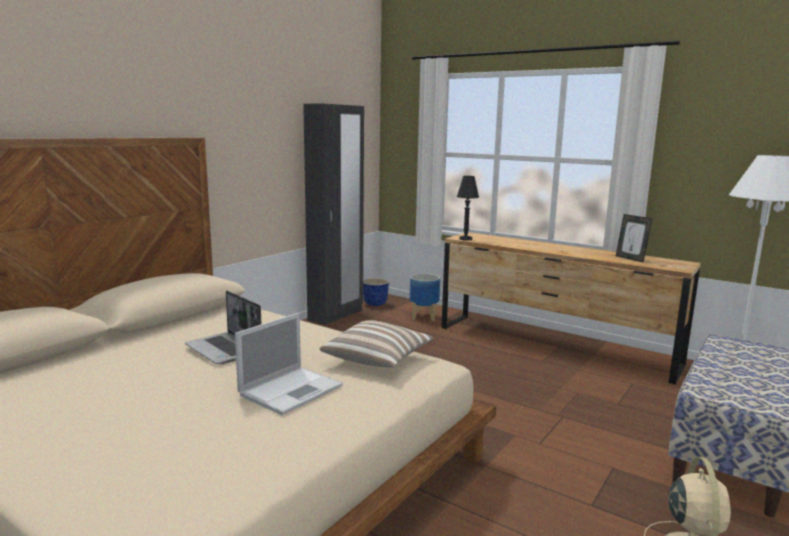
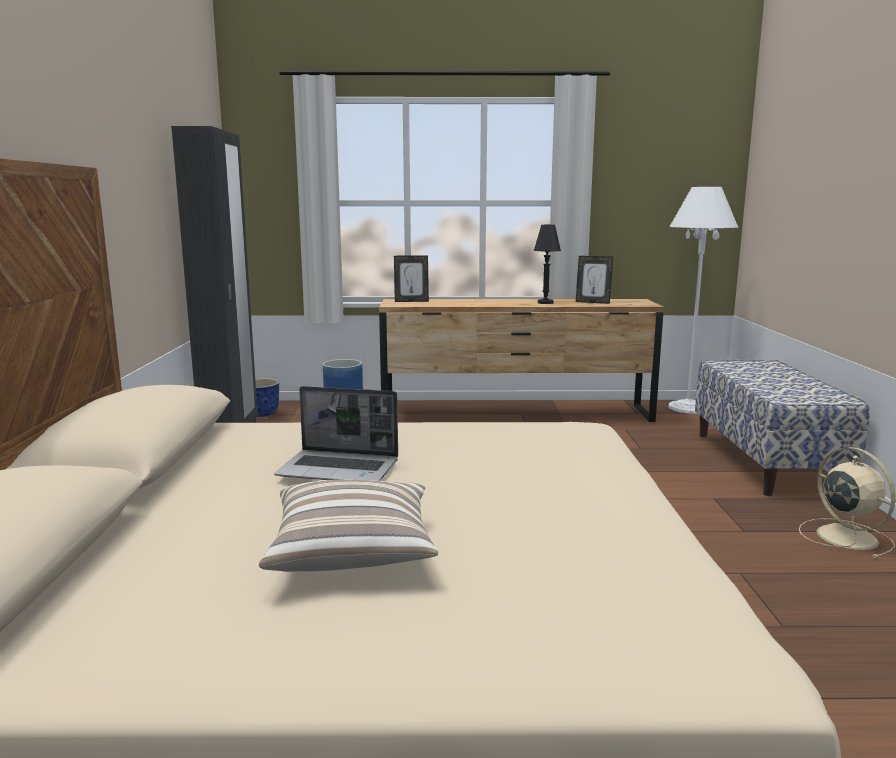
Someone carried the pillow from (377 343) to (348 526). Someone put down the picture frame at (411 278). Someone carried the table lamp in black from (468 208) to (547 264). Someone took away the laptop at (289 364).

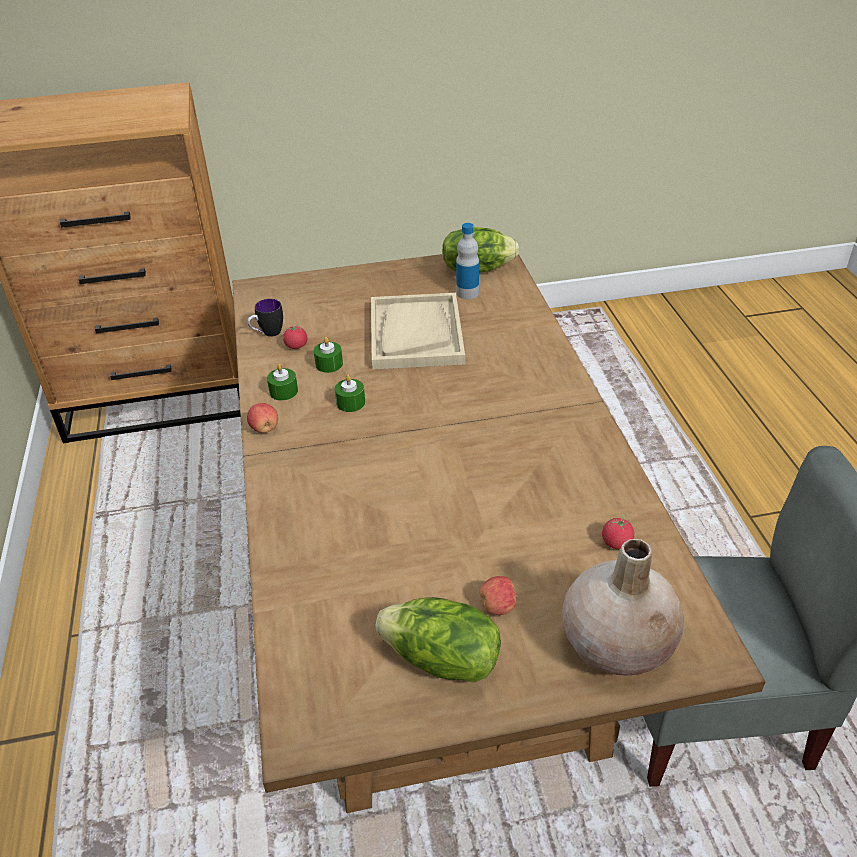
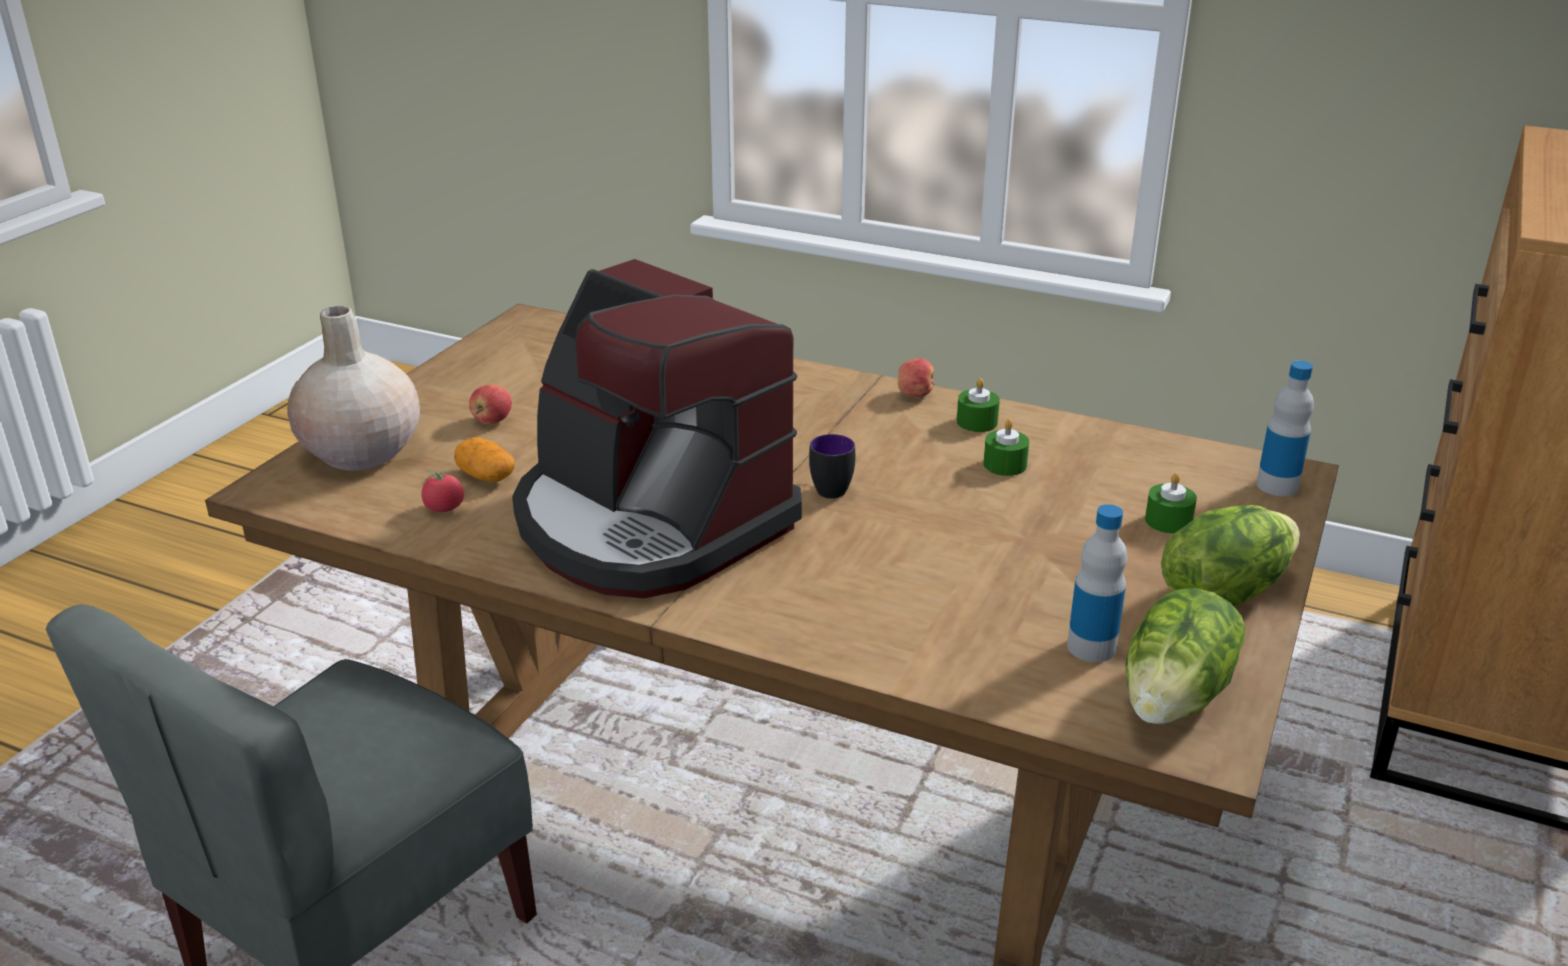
Someone put down the potato at (484 459). Someone put down the coffee machine at (657 429). Someone carried the mug from (265 318) to (832 466). Someone carried the candle in green from (350 393) to (1171 503). Someone carried the lettuce from (438 640) to (1230 555). Someone put down the bottle at (1285 428). Someone took away the tomato at (295 336). Someone took away the tray in beige at (418 331).

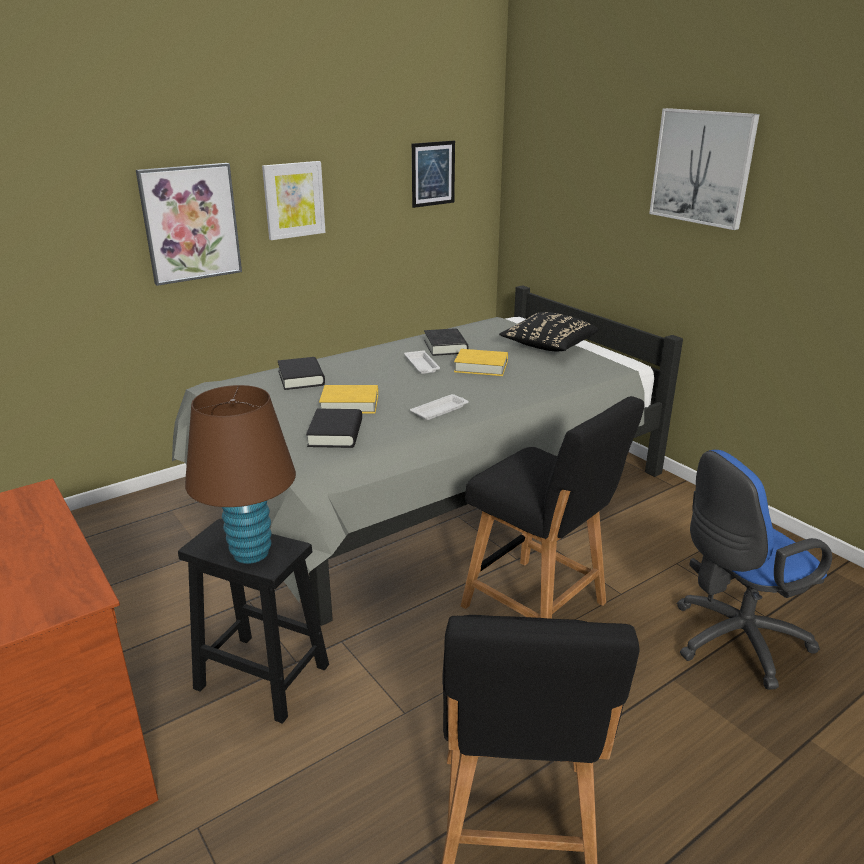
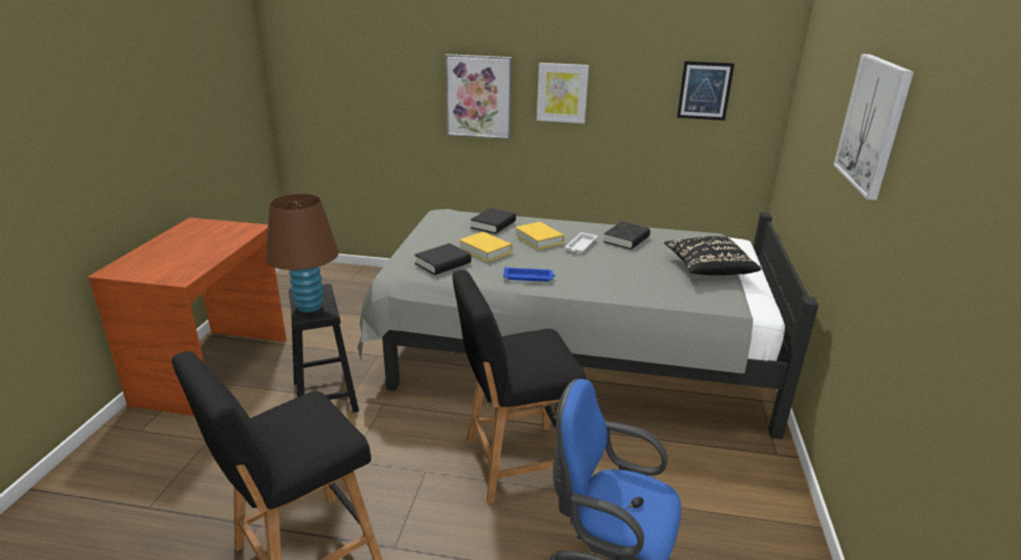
Someone rotated the chair in black at (553 507) by 75 degrees clockwise. Someone repainted the tray in white at (439 407), which became the tray in blue at (529 274). Someone carried the book in yellow from (481 362) to (540 236).

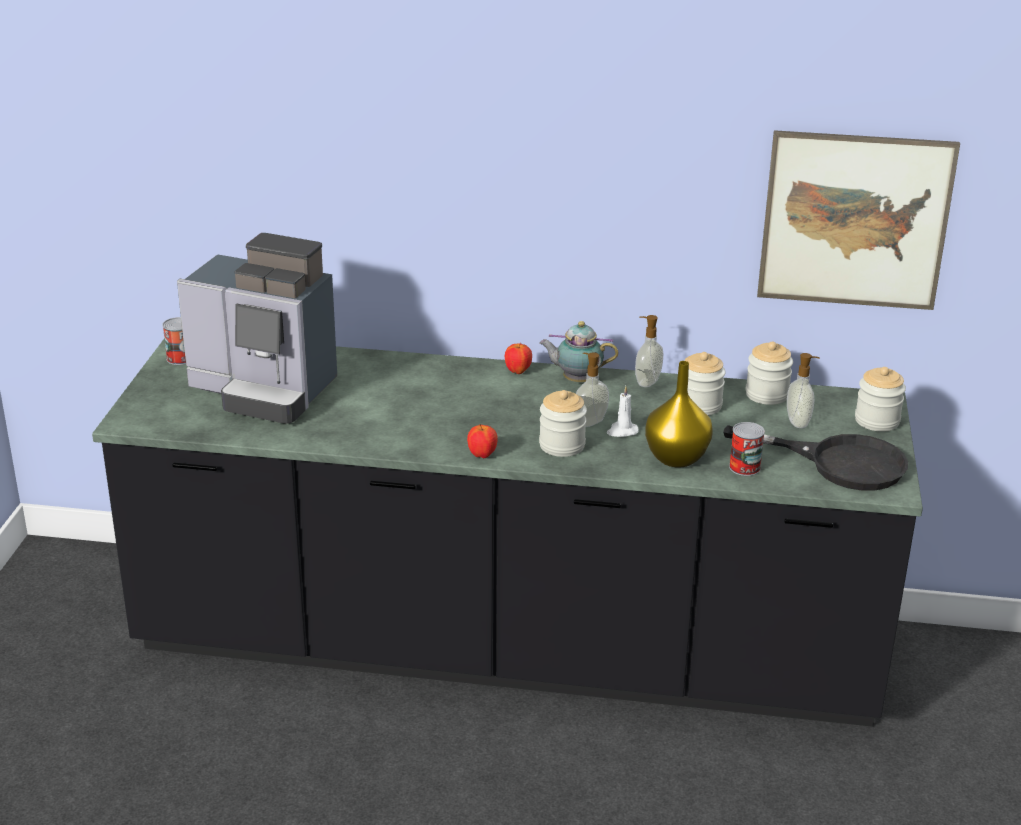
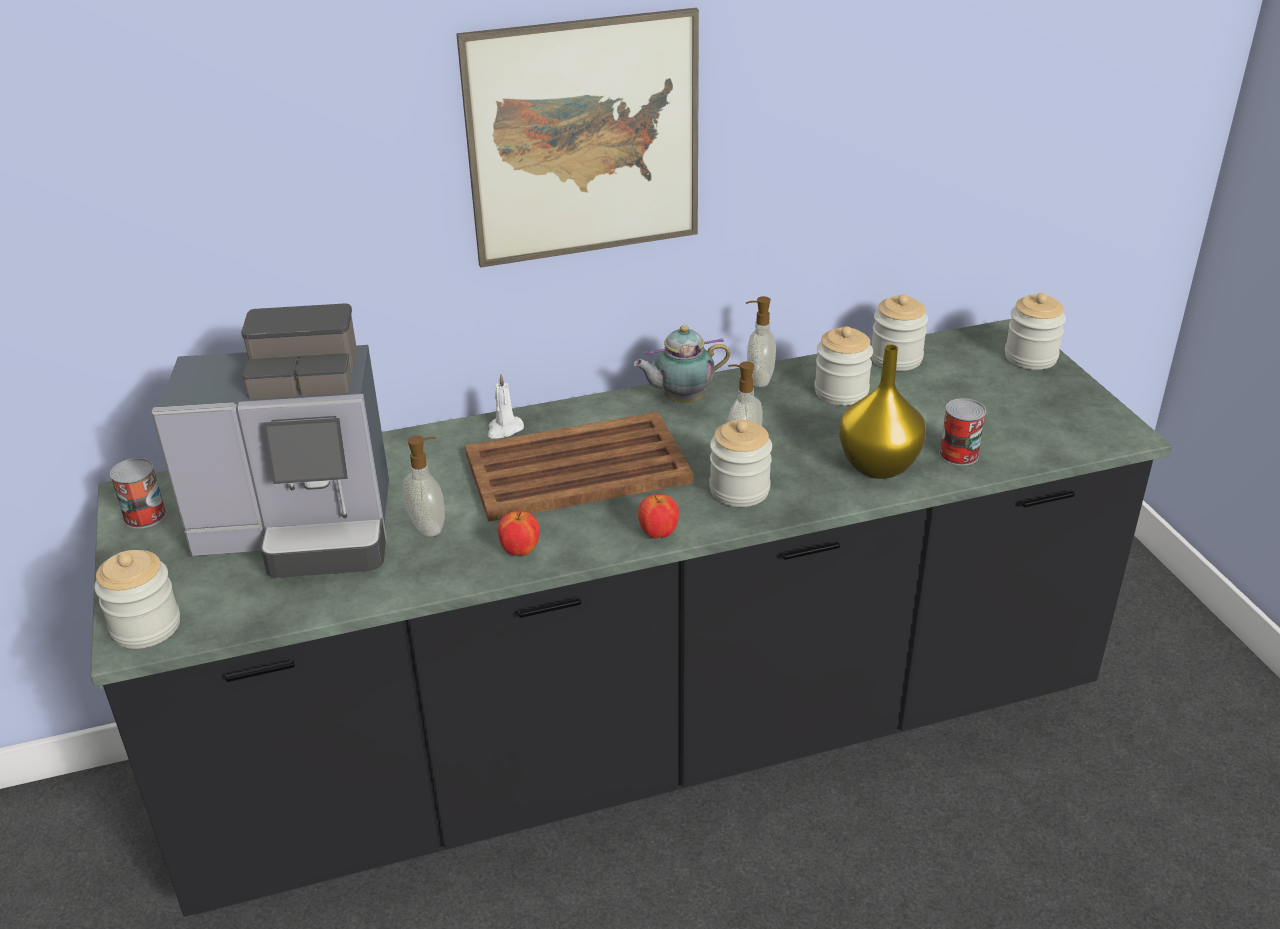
Someone put down the jar at (137 599). Someone carried the soap dispenser from (803 390) to (424 486). Someone carried the picture from (858 220) to (577 138). Someone put down the tray in brown at (579 467). Someone carried the candle in white from (623 411) to (505 406). Someone carried the apple from (518 358) to (518 533). Someone took away the frying pan in black at (815 458).

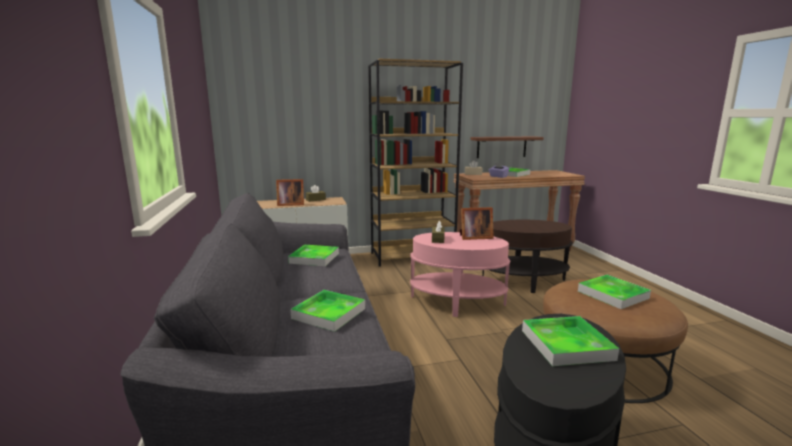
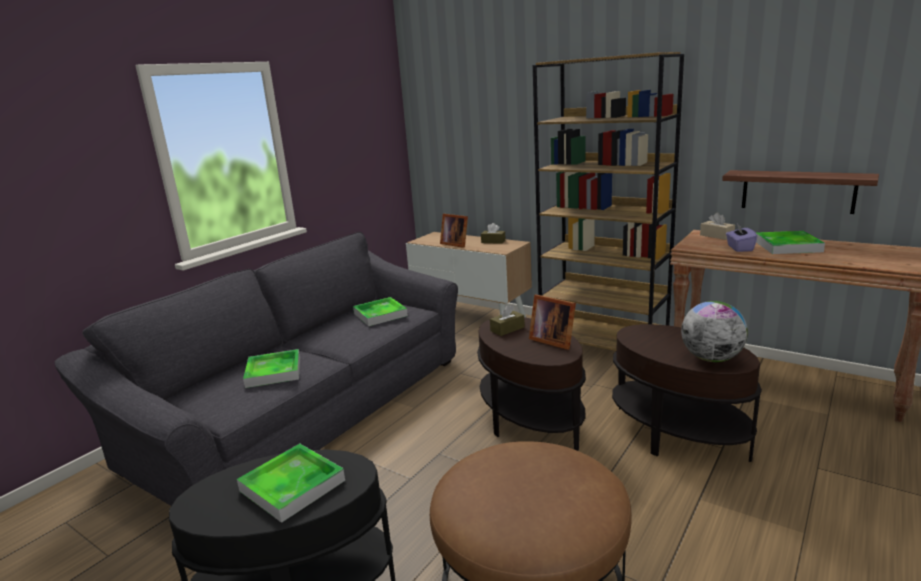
Someone repainted the side table in pink at (460 274), which became the side table in brown at (531 384). Someone put down the globe at (714 331). Someone took away the tray at (614 292).

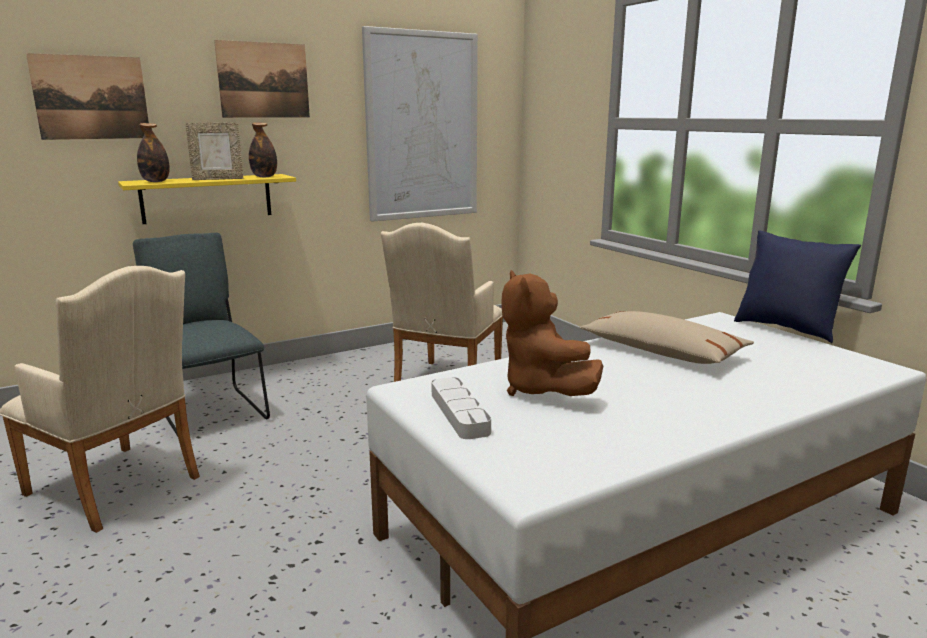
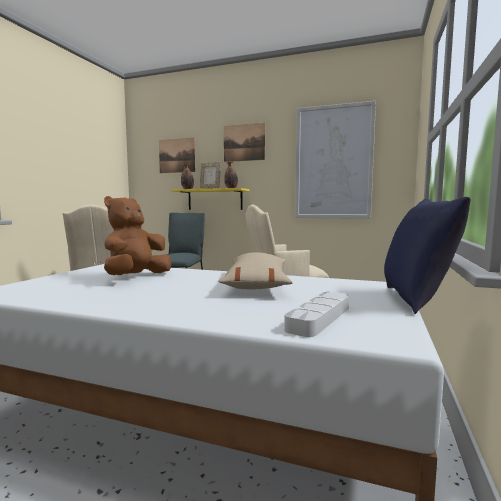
Someone carried the tray in grey from (461 408) to (316 314).

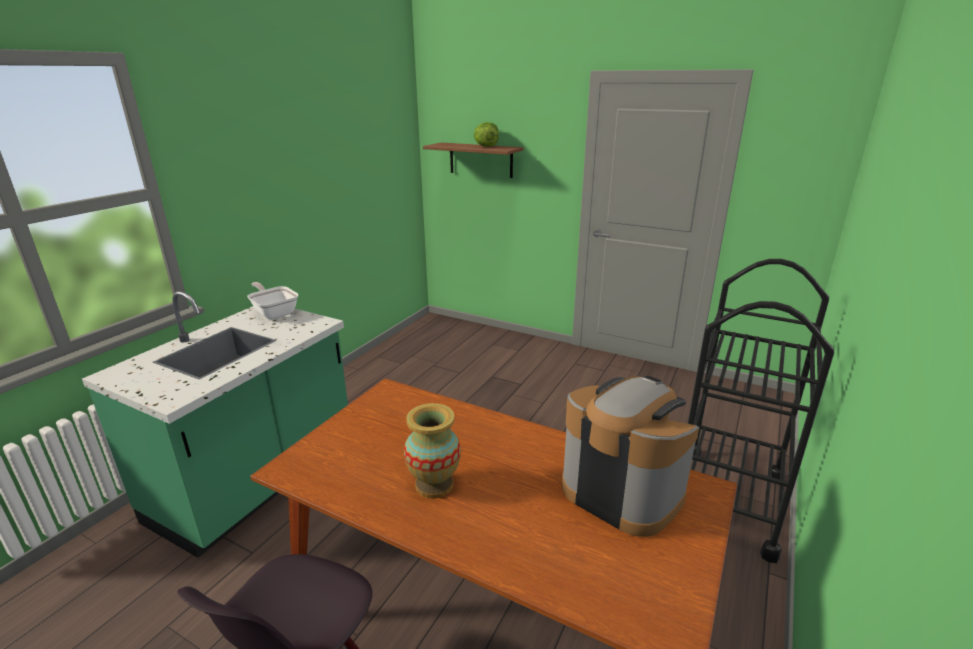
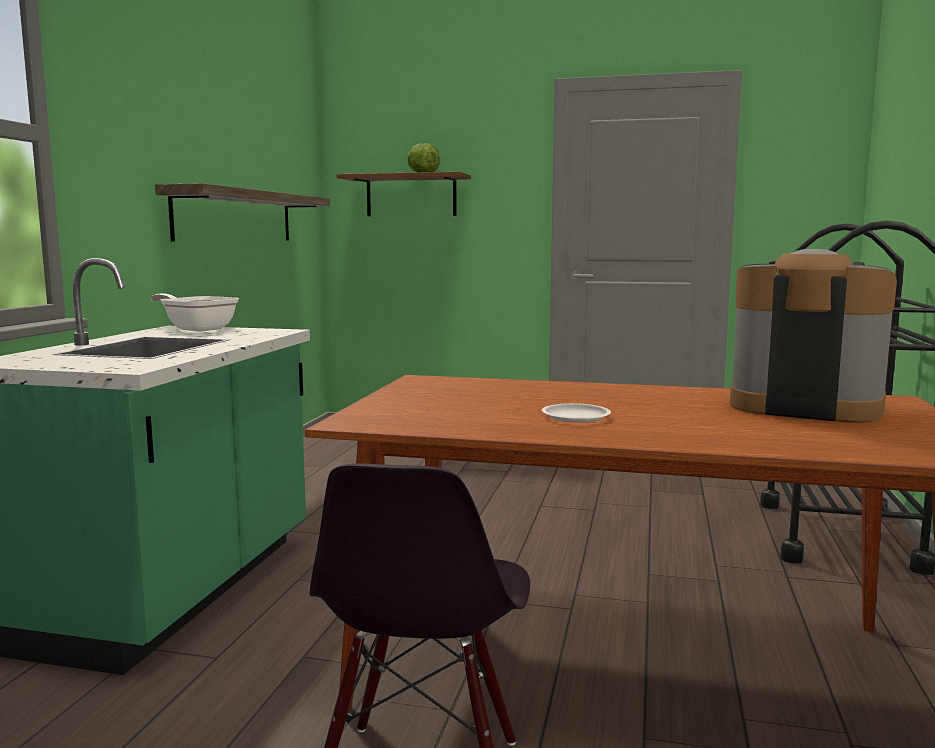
Someone put up the shelf at (242 212). Someone swapped the vase at (432 451) for the plate in white at (576 413).

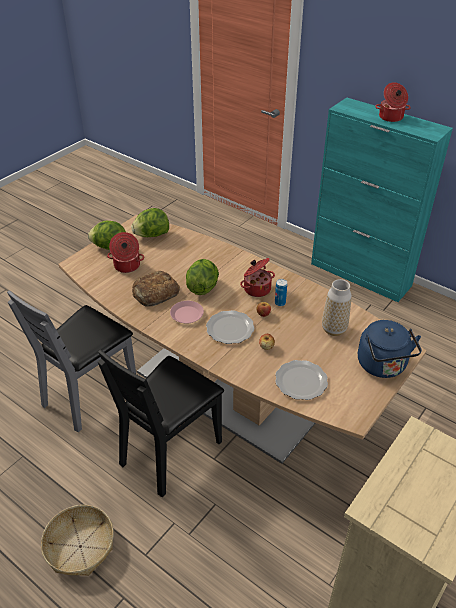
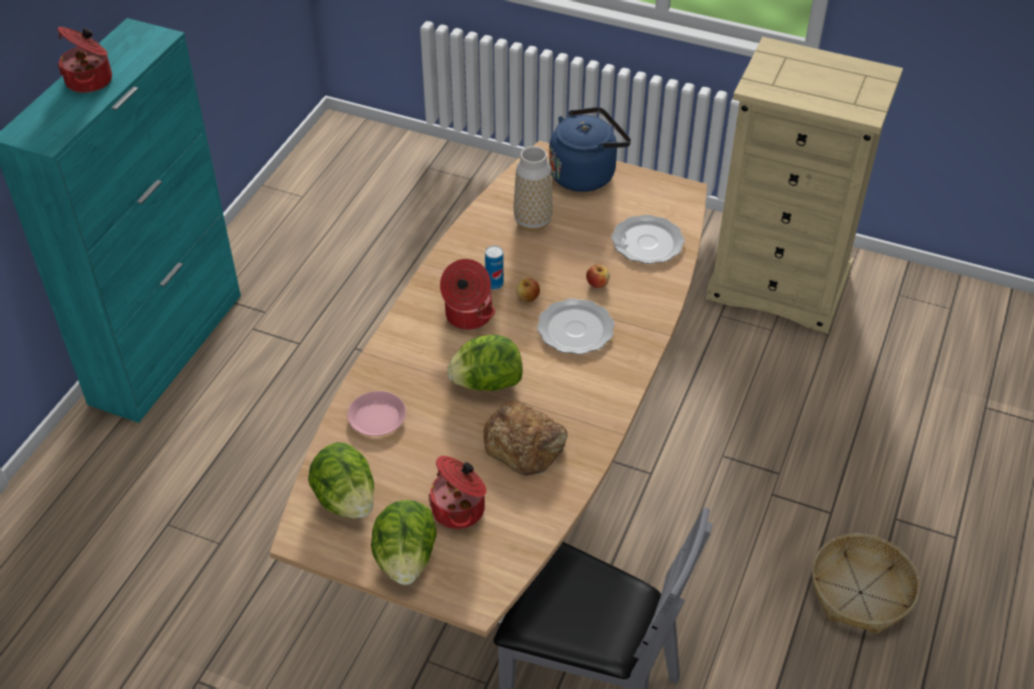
Someone carried the plate in pink from (187 312) to (376 413). Someone took away the chair in black at (161 423).

